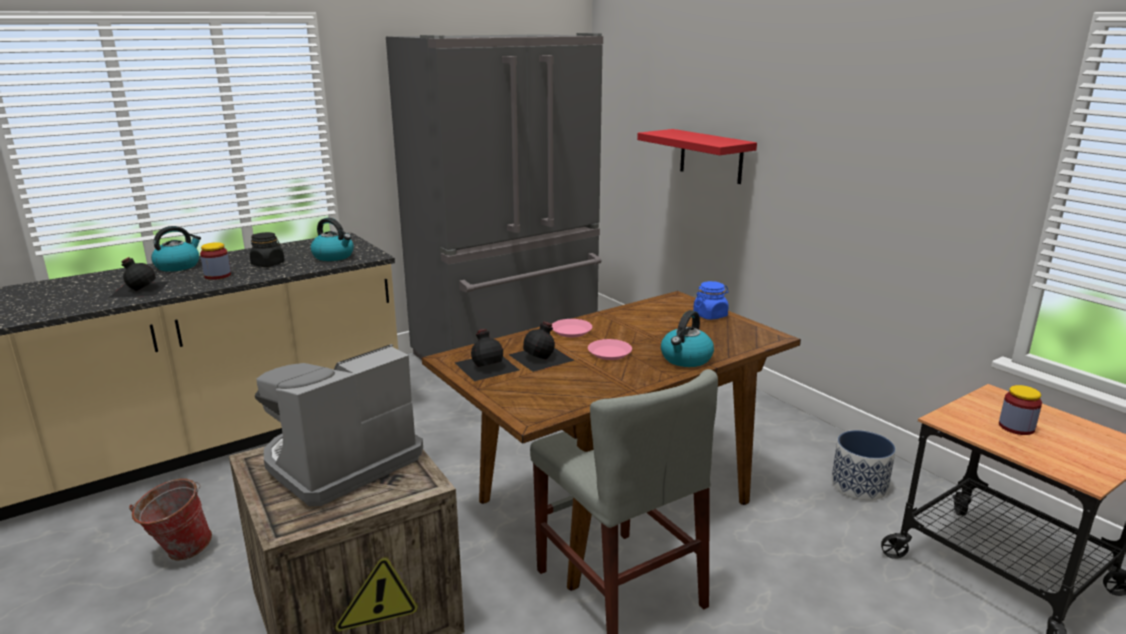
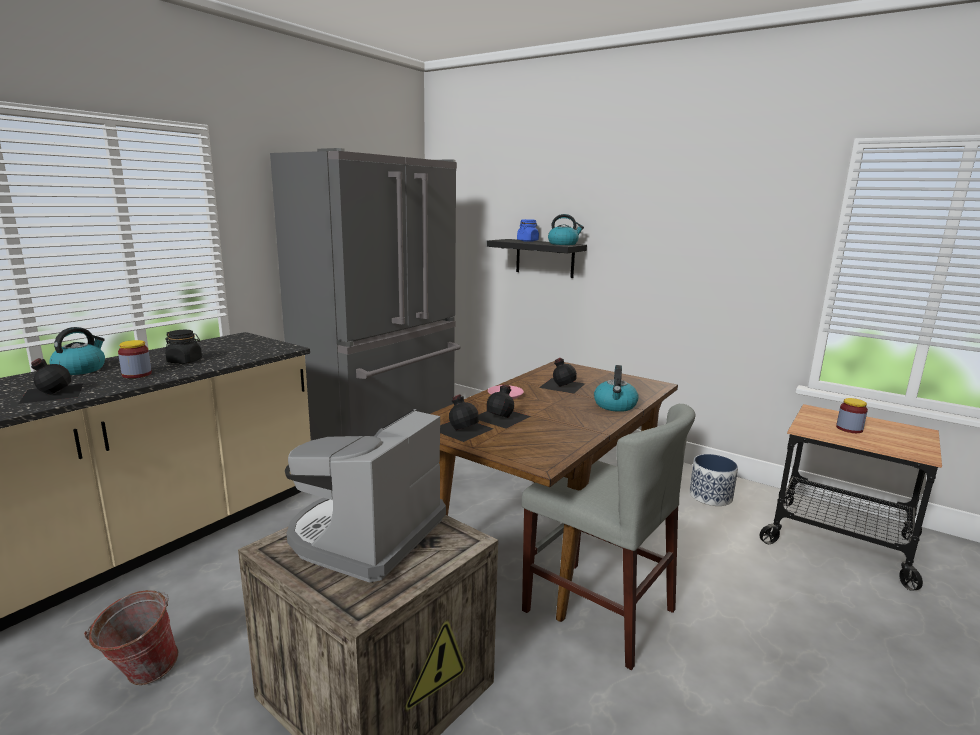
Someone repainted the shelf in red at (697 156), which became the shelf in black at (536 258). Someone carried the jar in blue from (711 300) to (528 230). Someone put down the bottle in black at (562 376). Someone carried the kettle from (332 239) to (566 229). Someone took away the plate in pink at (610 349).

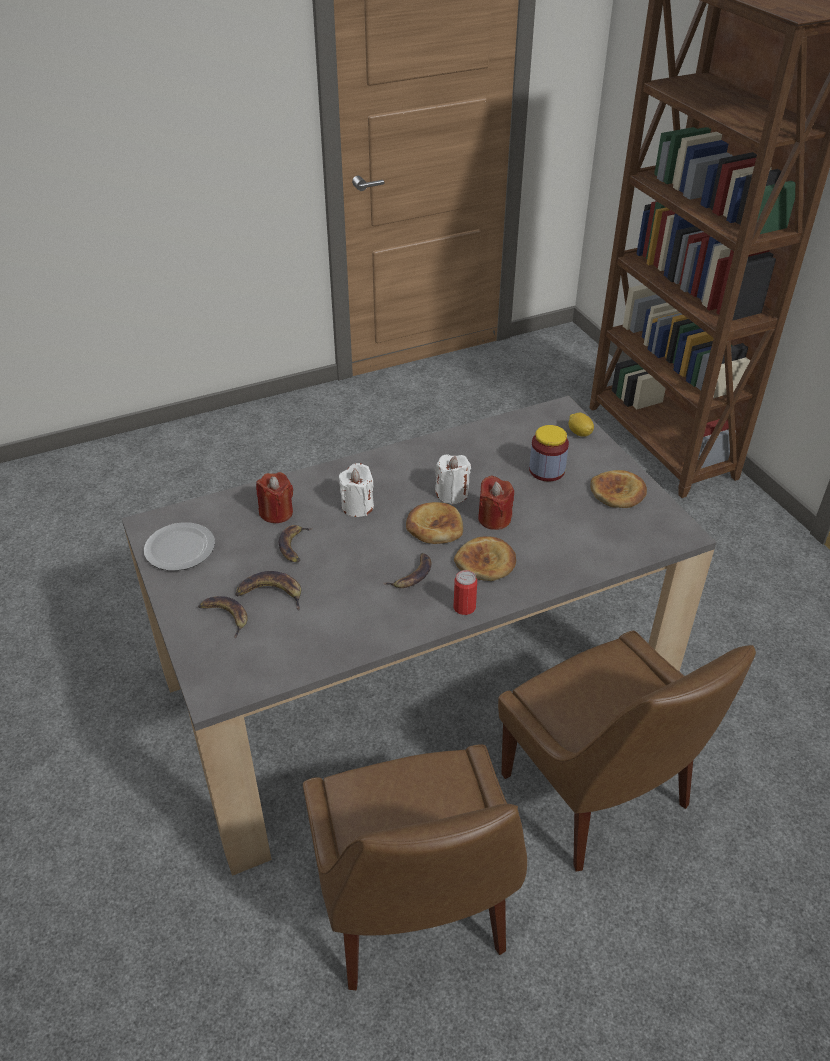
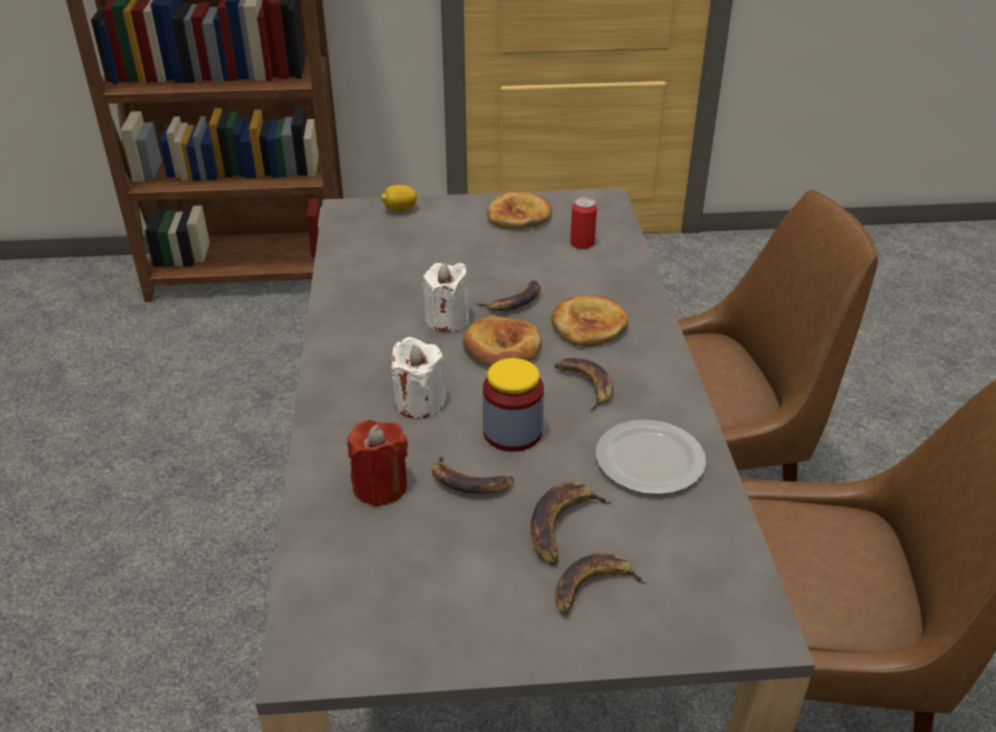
Someone swapped the candle in red at (496 502) for the banana at (508 295). Someone carried the jar from (549 453) to (513 405). Someone carried the can from (465 592) to (583 223). Someone carried the plate from (179 546) to (651 457).

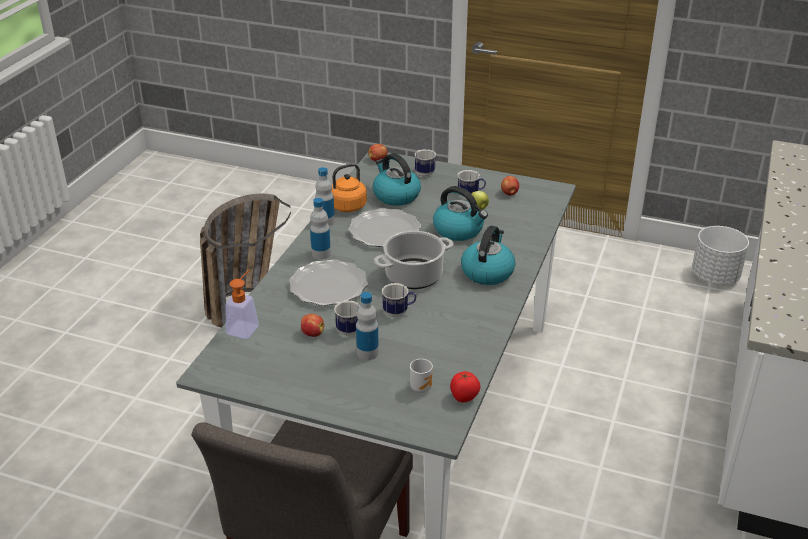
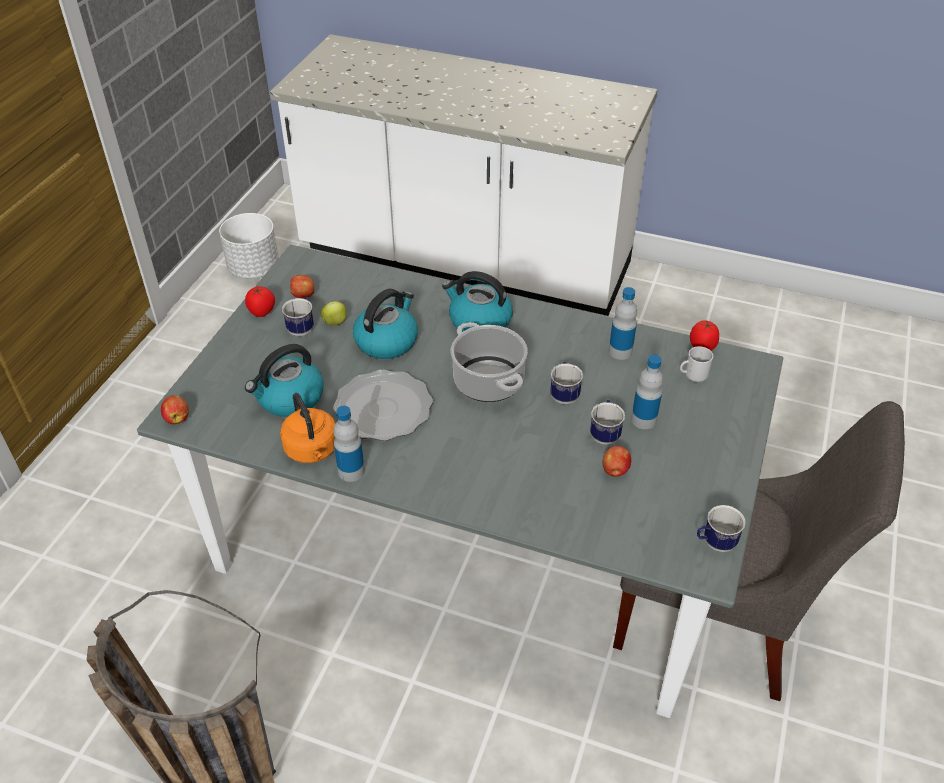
Someone put down the tomato at (260 301). Someone carried the bottle from (320 229) to (623 323). Someone carried the mug from (425 163) to (721 528). Someone took away the soap dispenser at (242 304). Someone took away the plate at (328 282).

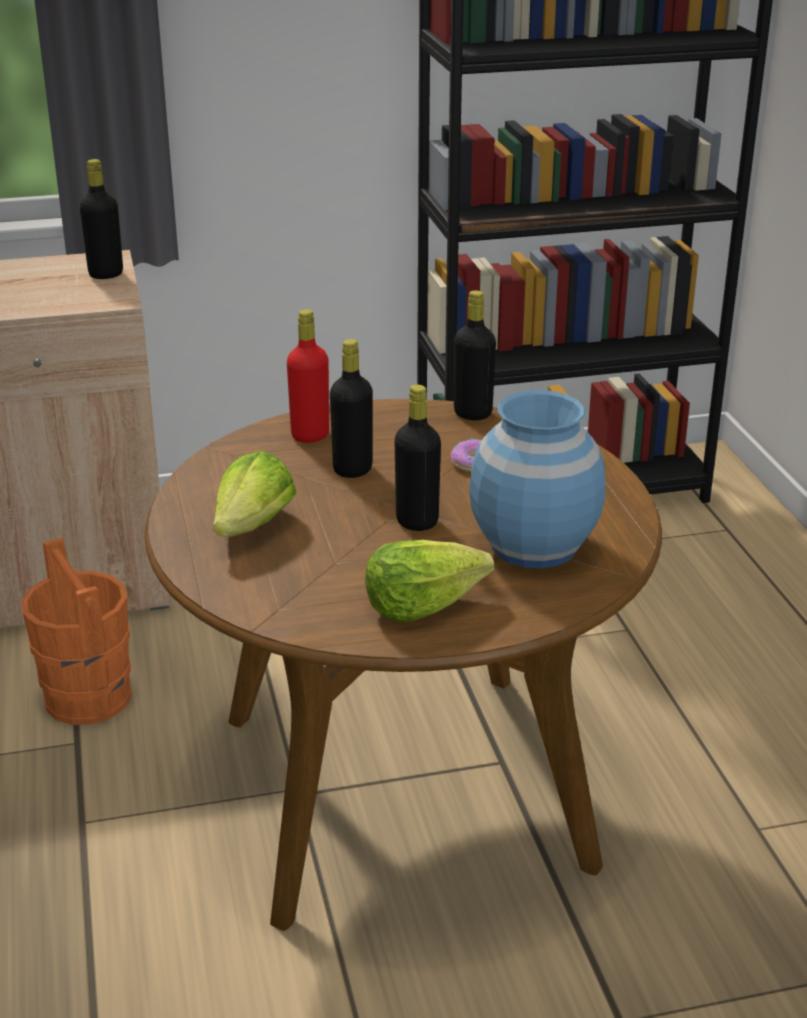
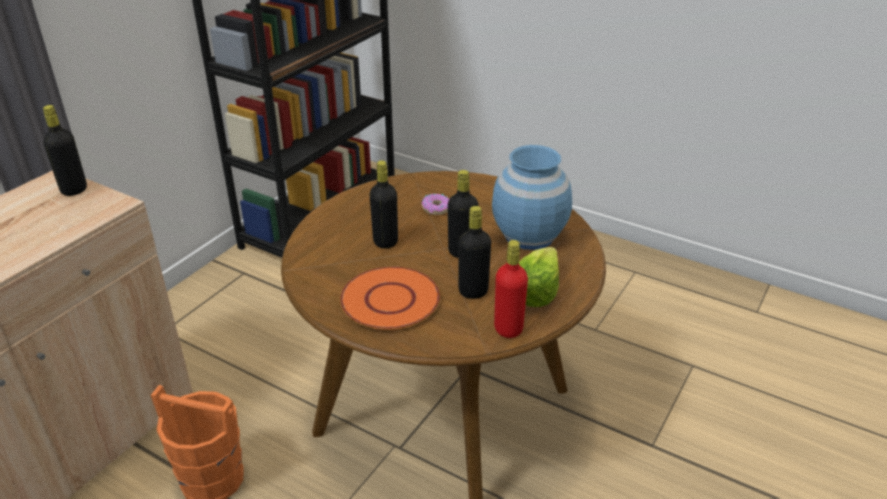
Someone swapped the lettuce at (255 494) for the plate in orange at (390 298). Someone carried the bottle in black from (475 355) to (474 252). Someone carried the bottle in red from (308 376) to (511 289).

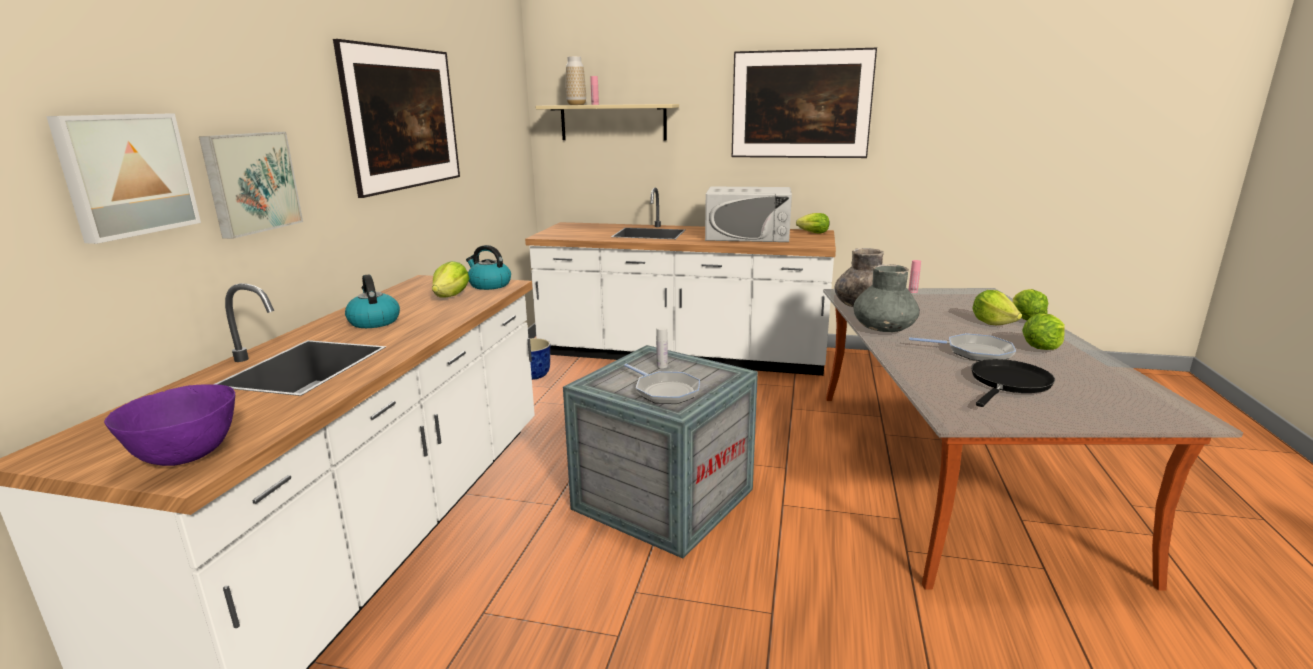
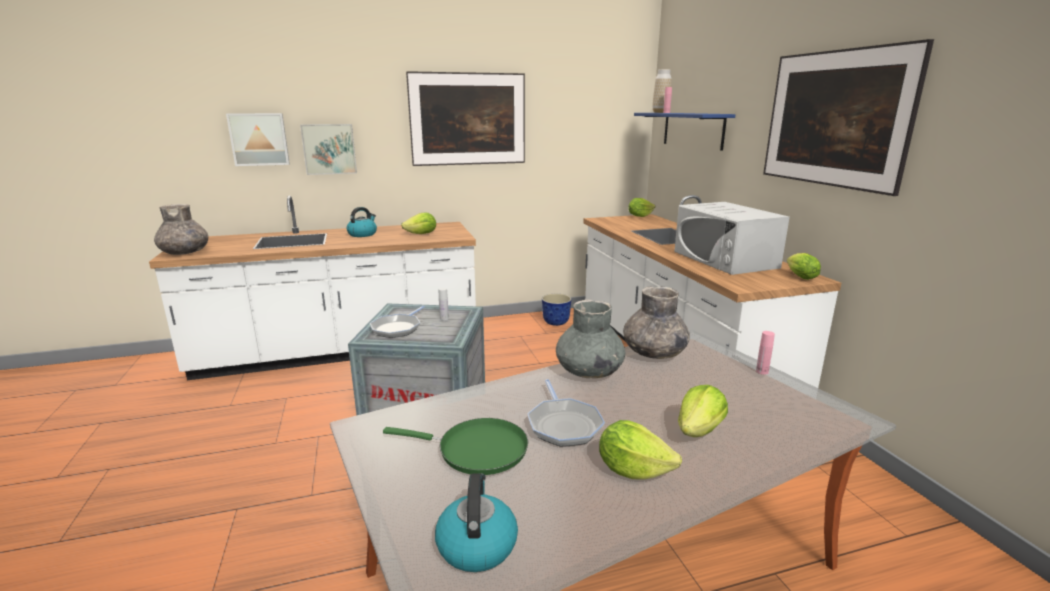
Someone swapped the bowl in purple at (169 425) for the vase in grey at (181 229). Someone repainted the frying pan in black at (1013 383), which became the frying pan in green at (455 446). Someone carried the kettle from (488 267) to (476 522). Someone carried the lettuce from (1030 304) to (641 207). Someone repainted the shelf in beige at (607 122), which became the shelf in blue at (685 132).

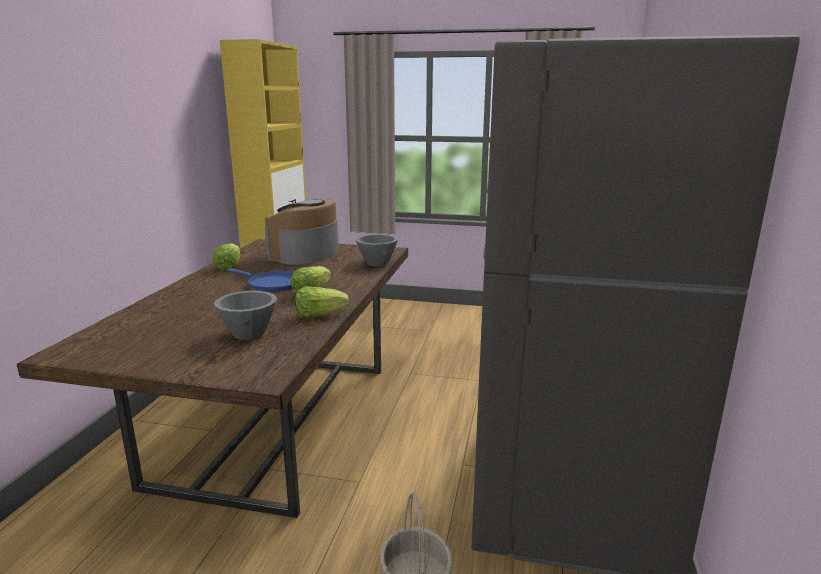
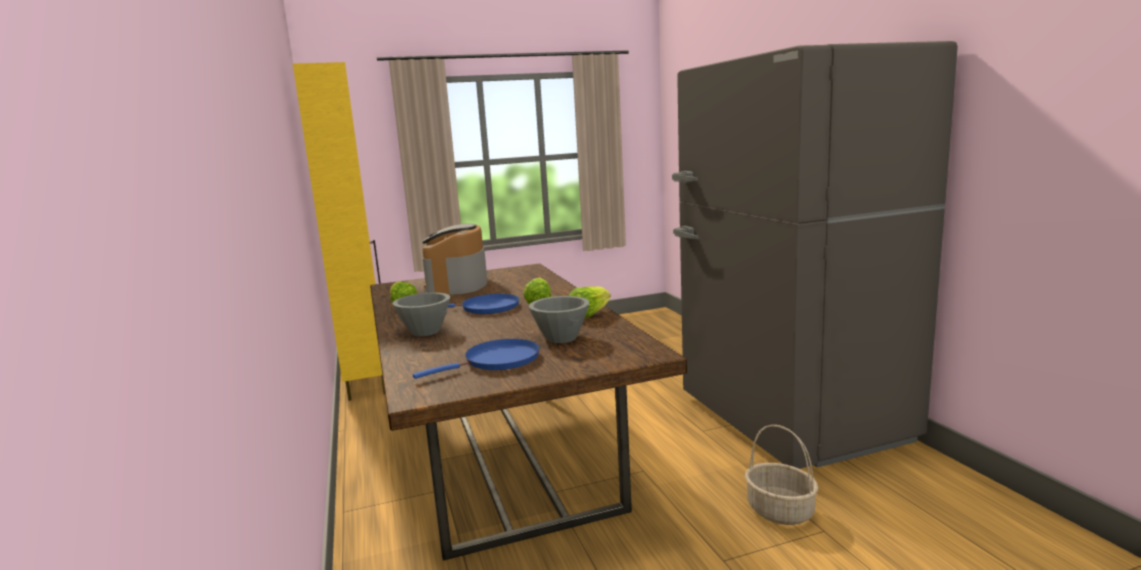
Someone carried the bowl in grey from (376 250) to (421 314). Someone put down the frying pan in blue at (476 359).

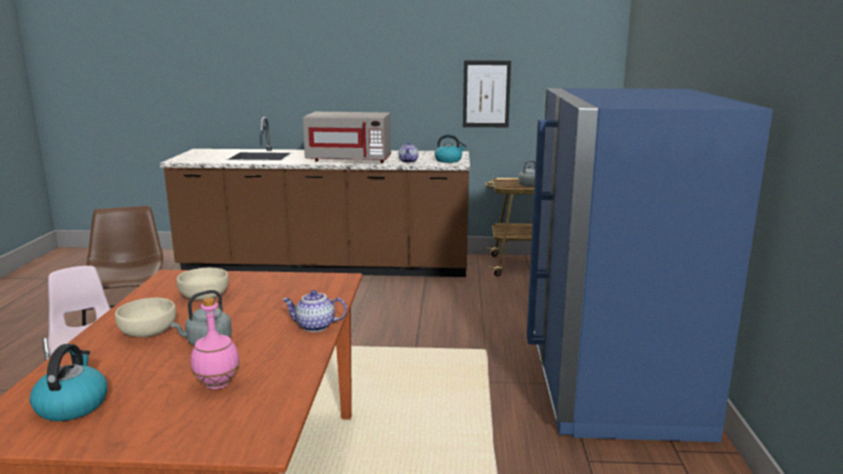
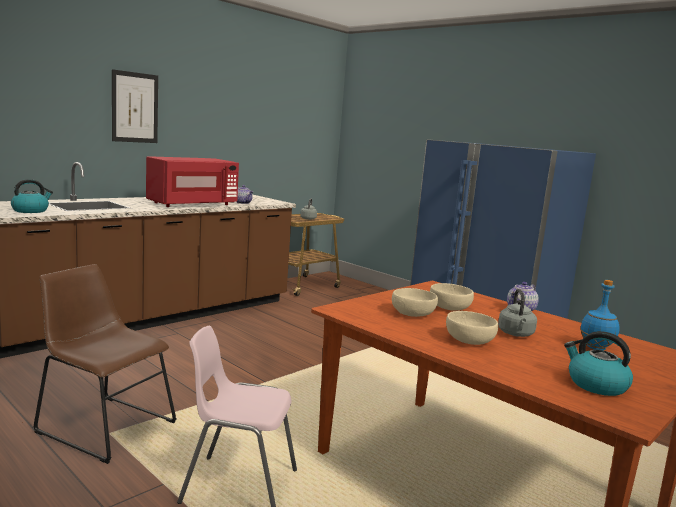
Someone carried the kettle from (450 148) to (32 196). Someone carried the picture from (487 94) to (135 106). Someone repainted the microwave in grey at (347 137), which became the microwave in red at (192 181). Someone put down the bowl in beige at (452 297). Someone repainted the bottle in pink at (215 343), which became the bottle in blue at (600 315).

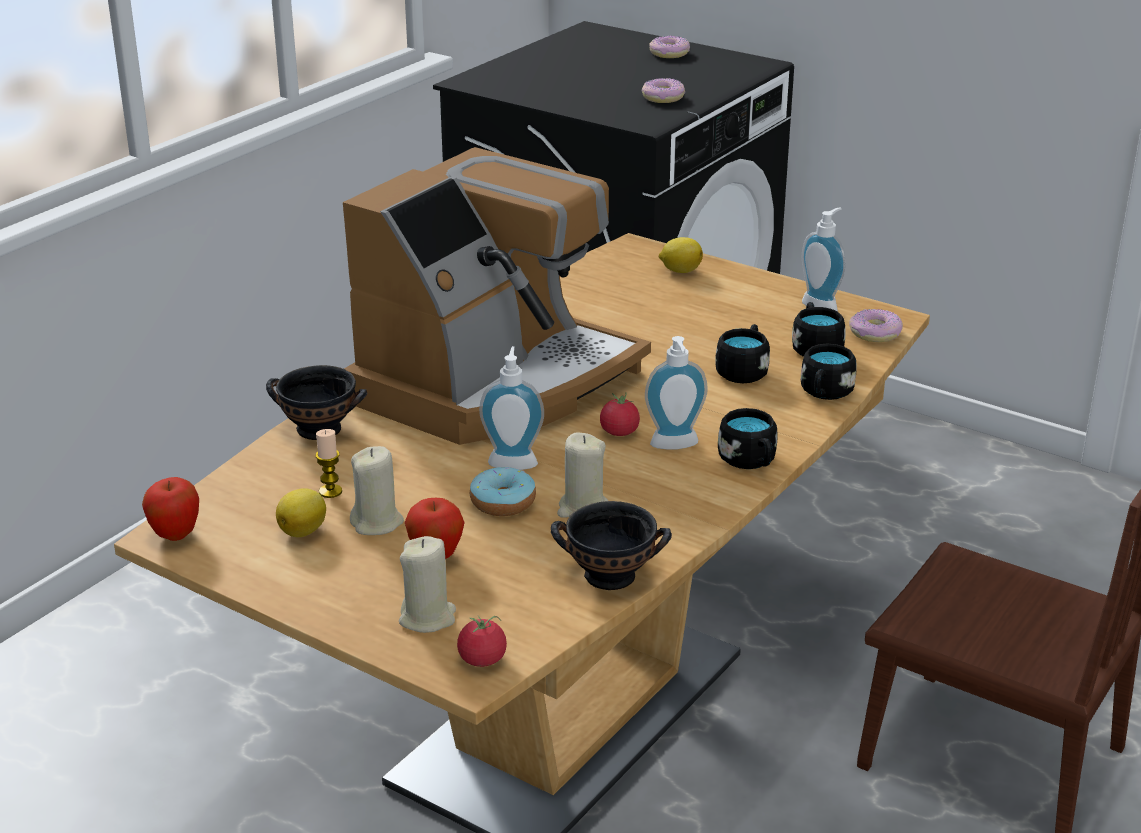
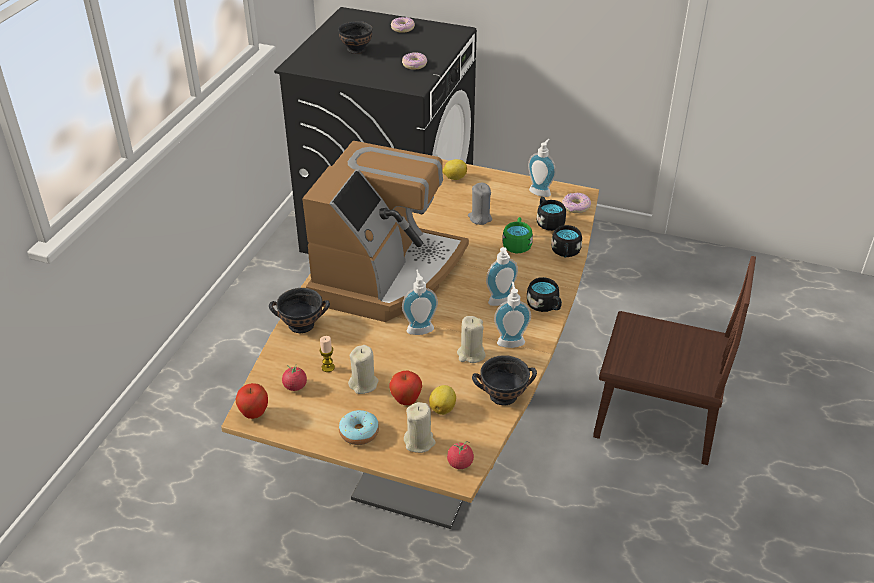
Someone carried the tomato from (620 414) to (294 378). Someone put down the bowl in black at (355 37). Someone carried the donut from (503 491) to (359 427). Someone carried the lemon from (301 512) to (442 400). Someone put down the candle in grey at (480 204). Someone put down the soap dispenser at (512 315). Someone repainted the mug in black at (742 353), which became the mug in green at (517 235).

